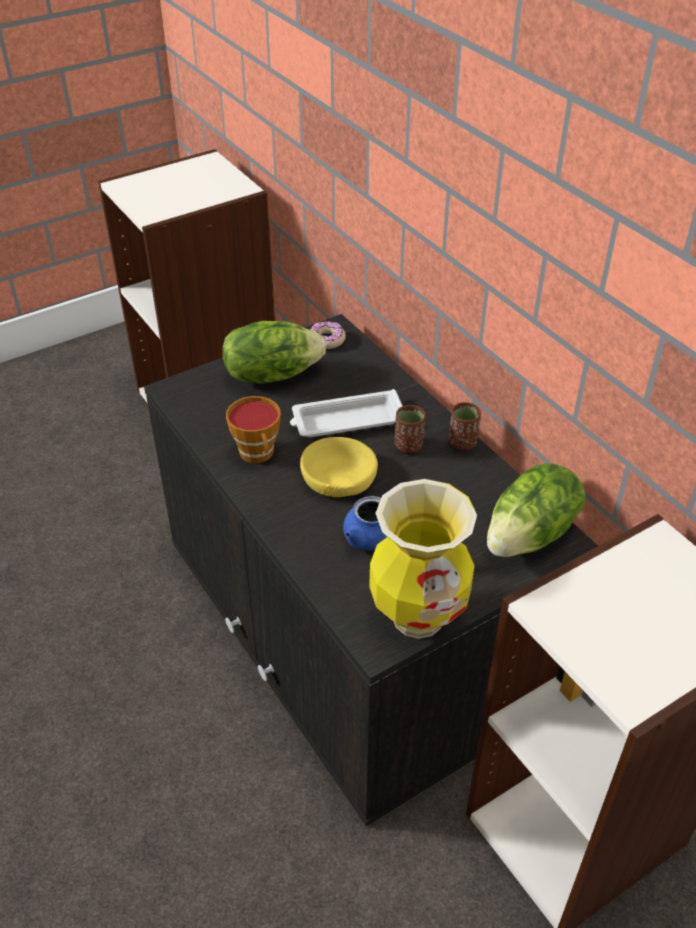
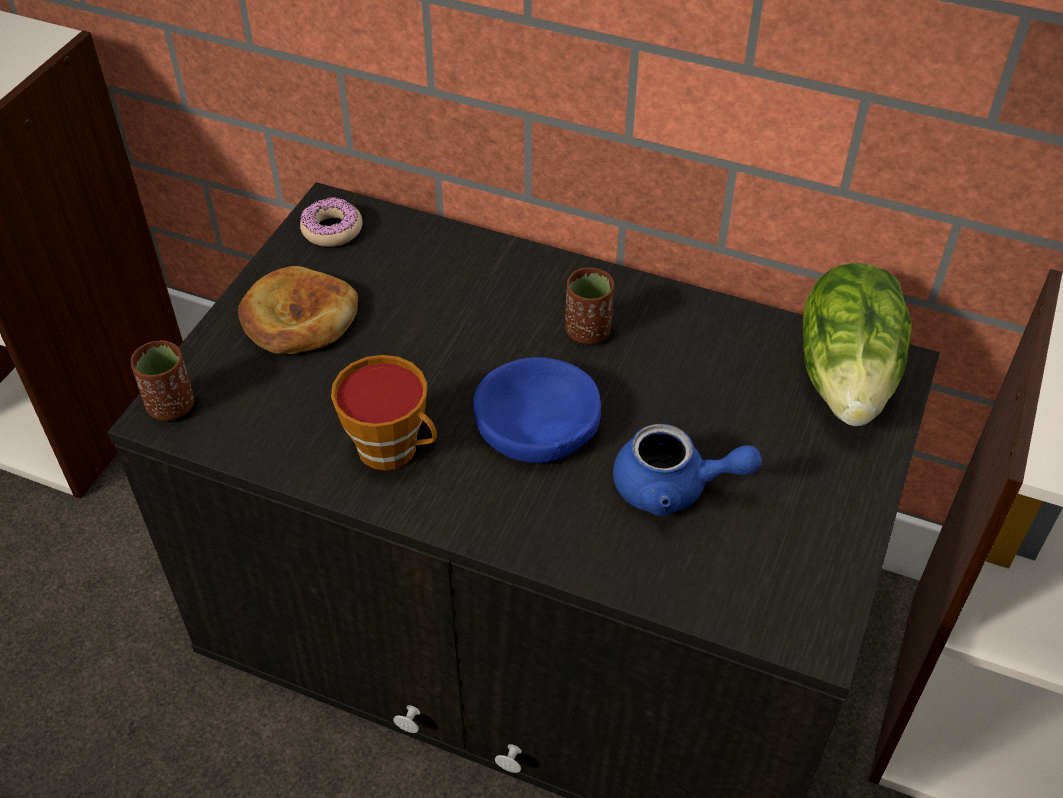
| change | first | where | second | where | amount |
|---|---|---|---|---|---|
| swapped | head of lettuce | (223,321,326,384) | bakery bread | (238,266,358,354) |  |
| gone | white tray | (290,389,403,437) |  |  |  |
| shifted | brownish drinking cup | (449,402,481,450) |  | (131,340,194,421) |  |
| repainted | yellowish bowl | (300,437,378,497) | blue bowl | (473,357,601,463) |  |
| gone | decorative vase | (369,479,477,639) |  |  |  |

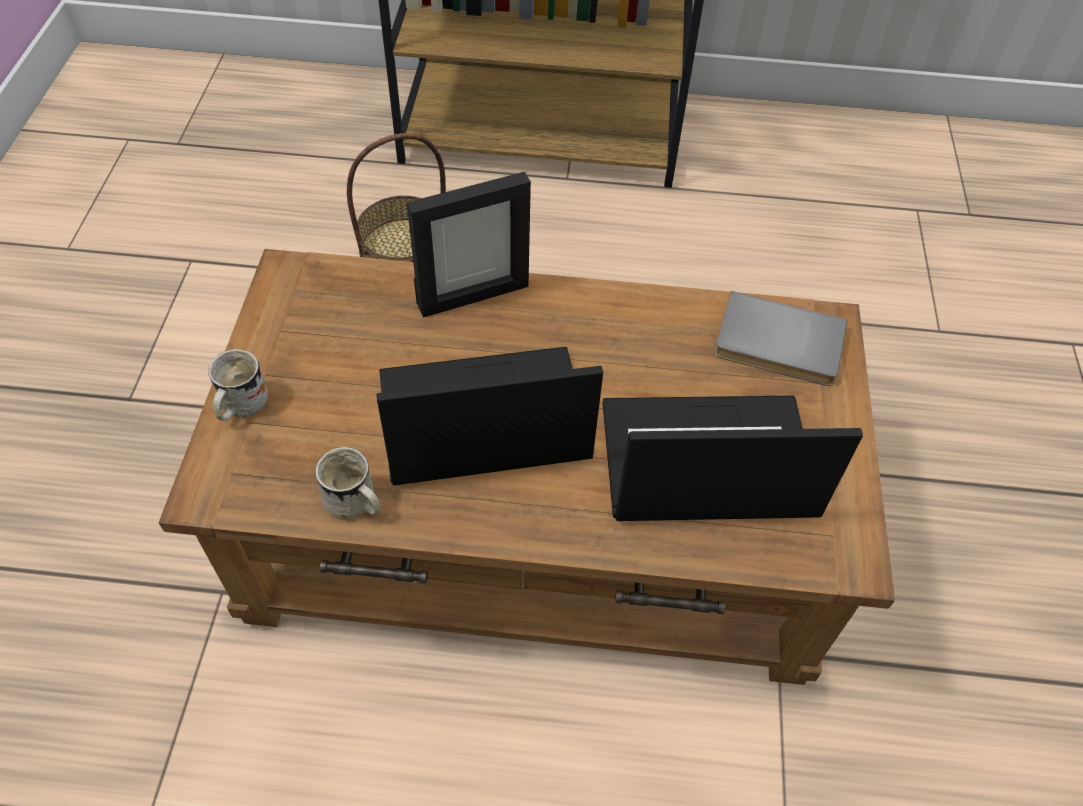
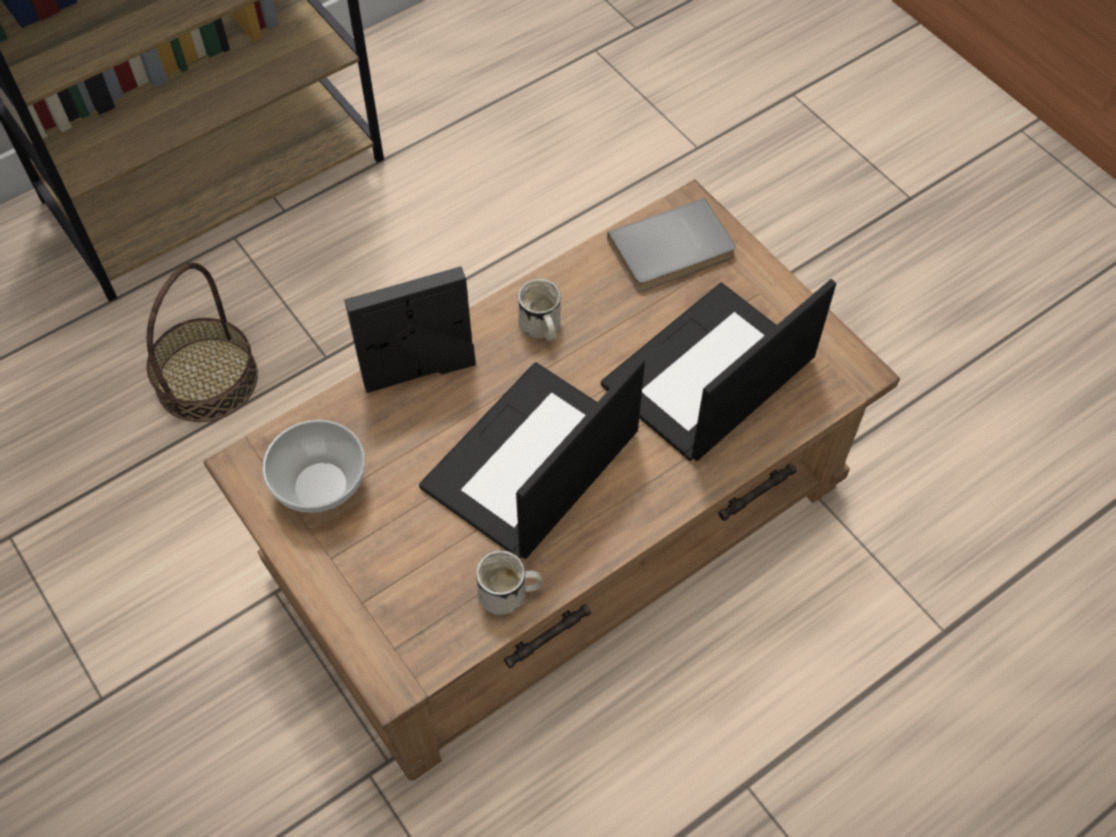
| change | first | where | second | where | amount |
|---|---|---|---|---|---|
| rotated | standing frame | (407,172,531,318) |  | (344,266,476,393) | 135 degrees counterclockwise |
| shifted | white coffee mug | (208,349,268,421) |  | (518,279,561,342) |  |
| new |  |  | bowl | (262,420,365,513) |  |

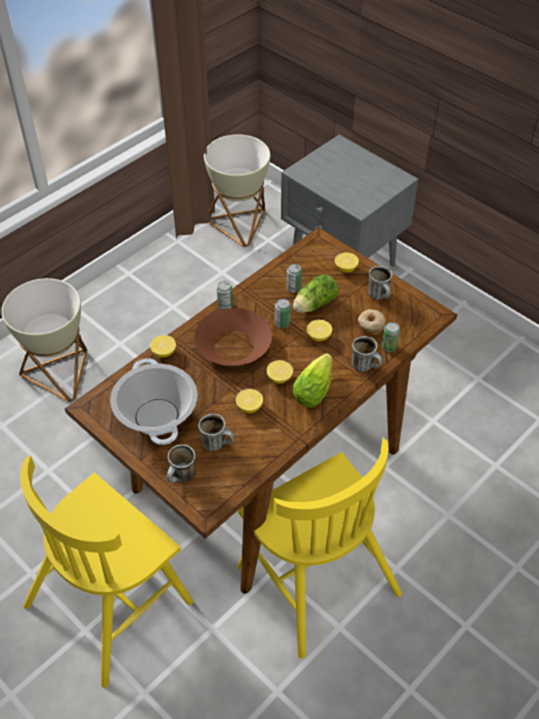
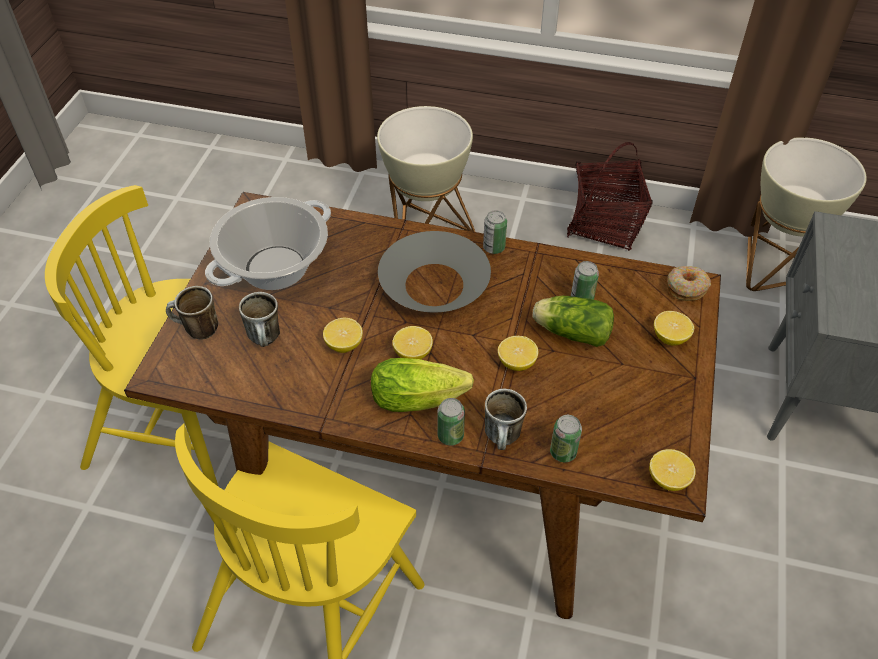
| change | first | where | second | where | amount |
|---|---|---|---|---|---|
| gone | coffee mug | (368,266,393,300) |  |  |  |
| shifted | can | (275,299,291,328) |  | (437,398,465,446) |  |
| repainted | brownish bowl | (194,308,272,366) | greyish bowl | (378,231,491,312) |  |
| shifted | ring doughnut | (358,309,386,335) |  | (667,266,711,301) |  |
| shifted | whole lemon | (150,335,176,358) |  | (649,449,696,491) |  |
| new |  |  | storage basket | (567,142,653,251) |  |

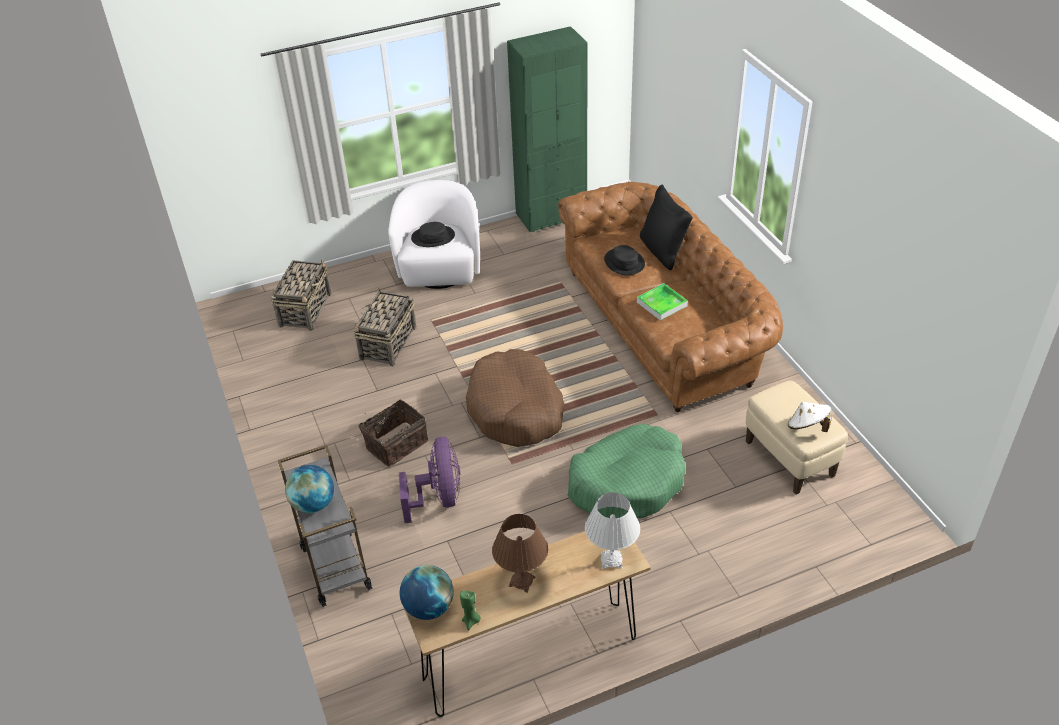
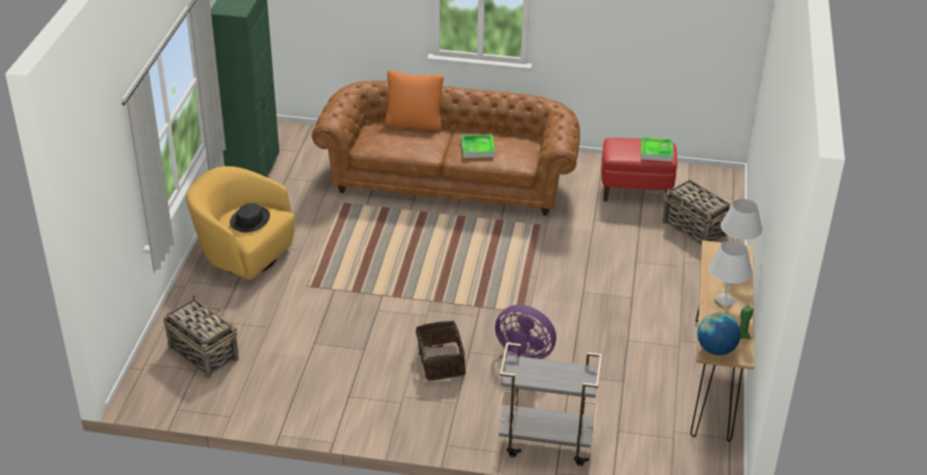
| change | first | where | second | where | amount |
|---|---|---|---|---|---|
| repainted | white lounge chair | (388,180,480,289) | yellowish lounge chair | (186,166,295,280) |  |
| repainted | blackish throw pillow | (640,185,693,270) | orange-coloured throw pillow | (384,70,444,131) |  |
| gone | blackish hat | (604,245,645,275) |  |  |  |
| shifted | storage basket | (353,288,416,366) |  | (662,179,731,245) |  |
| gone | brownish dog cushion | (466,349,565,447) |  |  |  |
| repainted | beige-coloured pouffe | (746,381,848,494) | red-coloured pouffe | (601,138,677,201) |  |
| swapped | white hat | (788,401,832,432) | tray | (641,137,673,162) |  |
| gone | green dog cushion | (568,424,685,518) |  |  |  |
| gone | world globe | (285,465,334,513) |  |  |  |
| repainted | brownish lamp for a table | (492,514,548,593) | white lamp for a table | (709,240,752,309) |  |

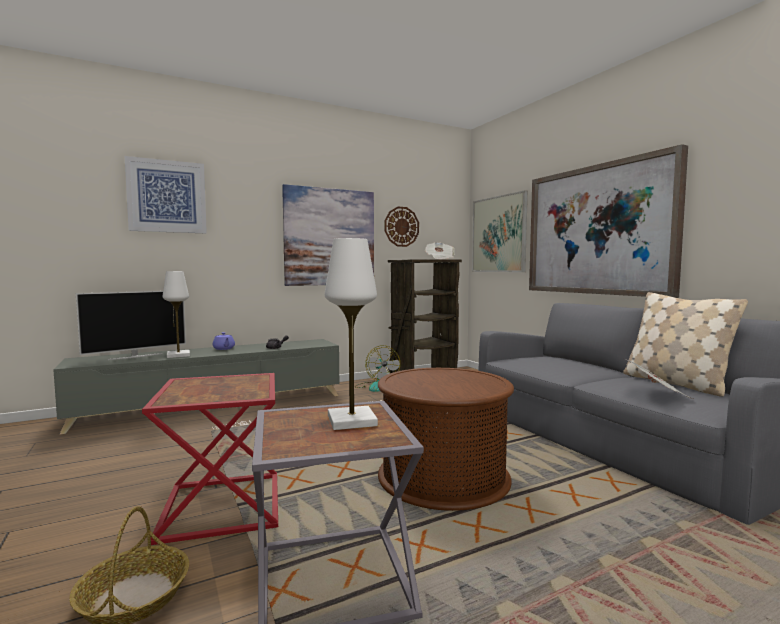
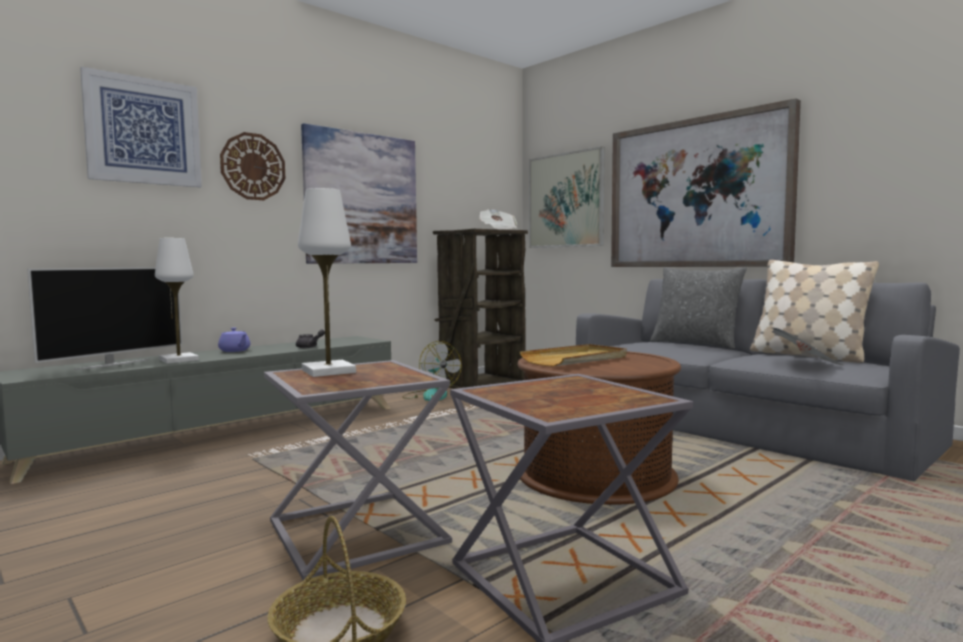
| change | first | where | second | where | amount |
|---|---|---|---|---|---|
| shifted | clock on the wall | (385,207,419,247) |  | (220,132,285,200) |  |
| shifted | white lamp for a table | (325,238,378,430) |  | (298,188,356,377) |  |
| repainted | red-coloured side table | (142,373,278,545) | greyish side table | (264,360,452,580) |  |
| new |  |  | greyish throw pillow | (650,267,747,349) |  |
| new |  |  | beige-coloured tray | (520,344,627,366) |  |

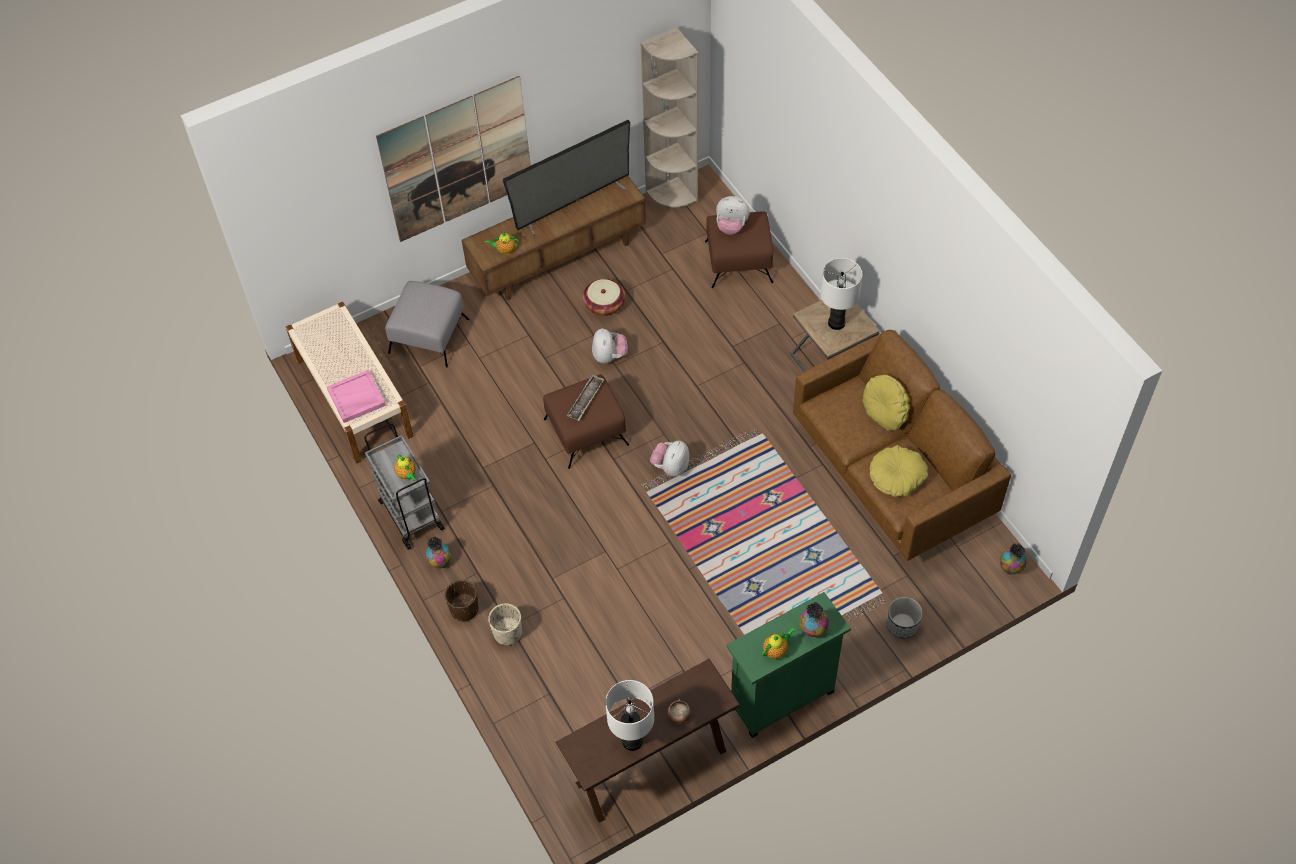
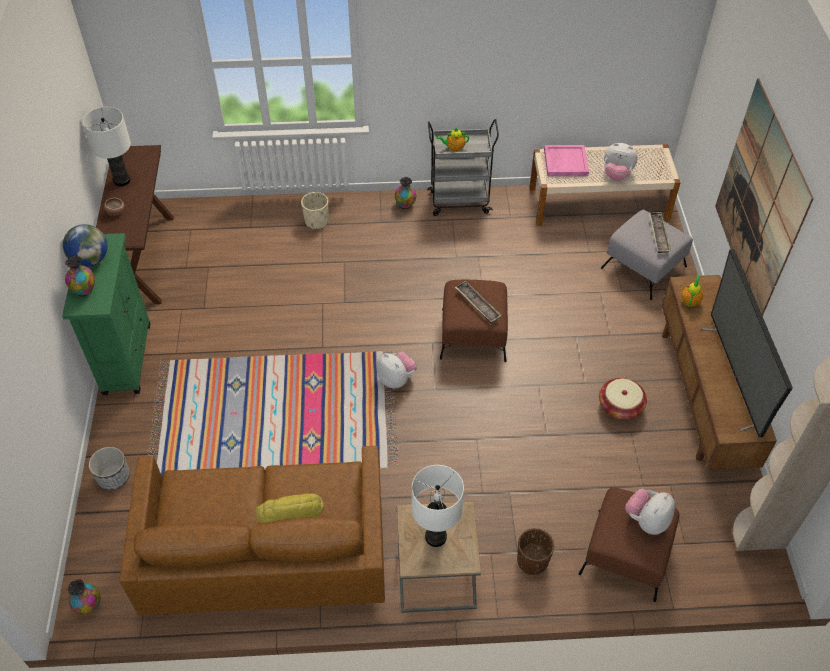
| change | first | where | second | where | amount |
|---|---|---|---|---|---|
| shifted | cuddly toy | (592,328,628,363) |  | (604,143,638,181) |  |
| gone | yellowish throw pillow | (870,445,928,497) |  |  |  |
| shifted | brownish planter | (445,580,478,622) |  | (517,528,554,575) |  |
| swapped | pot for tea | (762,628,795,659) | world globe | (63,224,107,267) |  |
| new |  |  | tray | (649,212,671,253) |  |

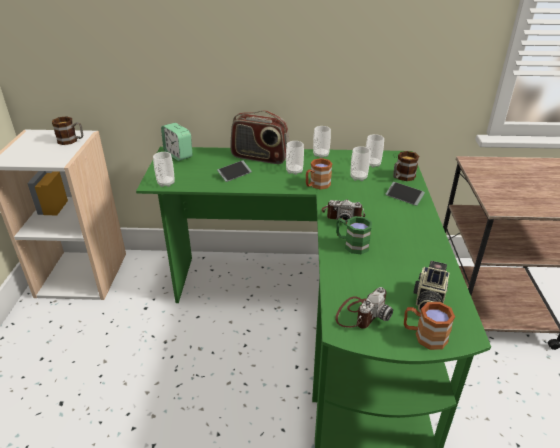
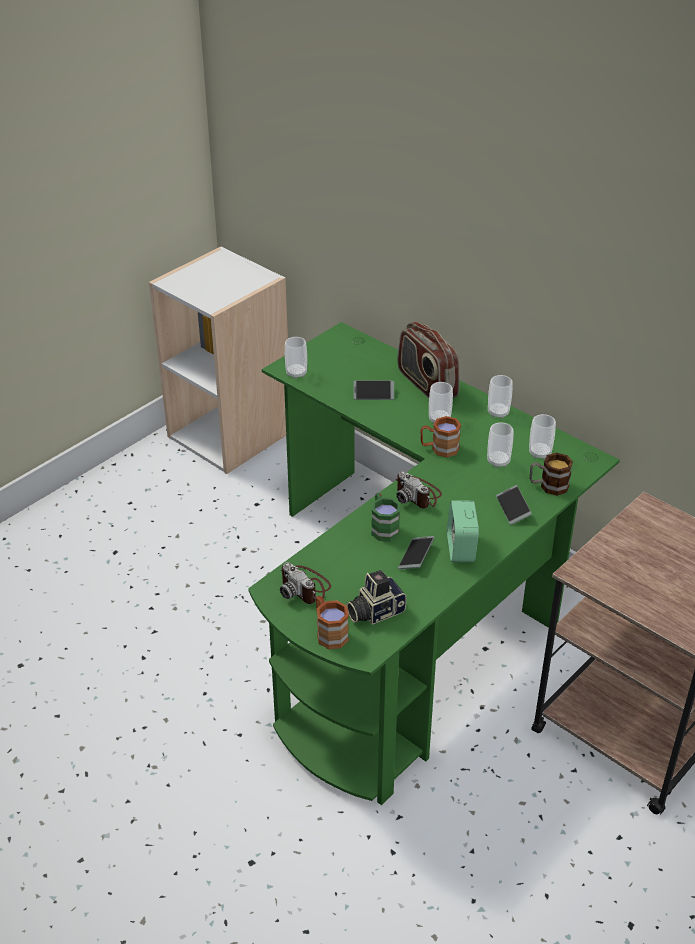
| change | first | where | second | where | amount |
|---|---|---|---|---|---|
| gone | coffee mug | (52,116,83,145) |  |  |  |
| shifted | alarm clock | (161,123,192,161) |  | (447,500,479,562) |  |
| rotated | still camera | (335,287,393,329) |  | (280,562,331,604) | 60 degrees clockwise |
| new |  |  | telephone | (398,536,435,569) |  |

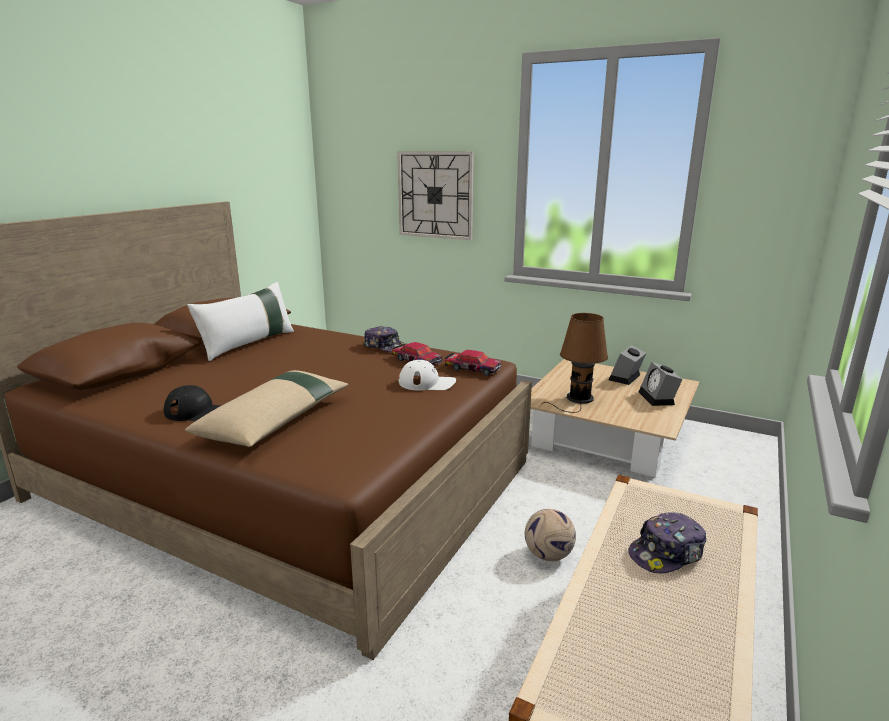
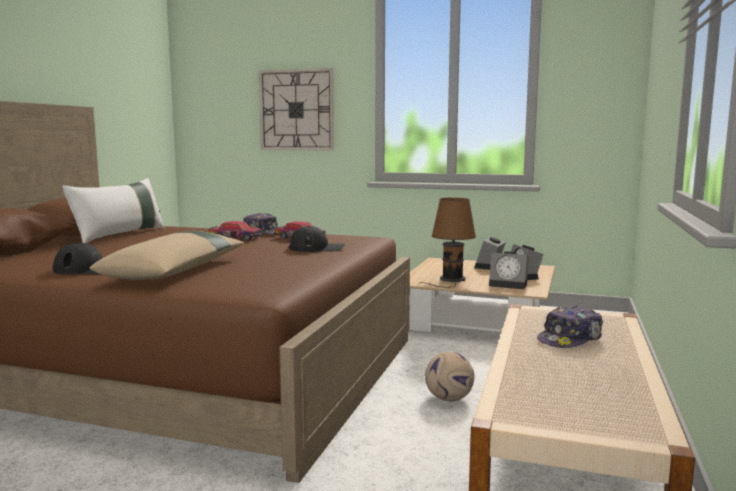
| change | first | where | second | where | amount |
|---|---|---|---|---|---|
| shifted | toy car | (445,350,501,376) |  | (209,221,262,241) |  |
| repainted | white baseball cap | (399,360,456,391) | blackish baseball cap | (289,226,345,252) |  |
| new |  |  | alarm clock | (489,251,529,289) |  |

